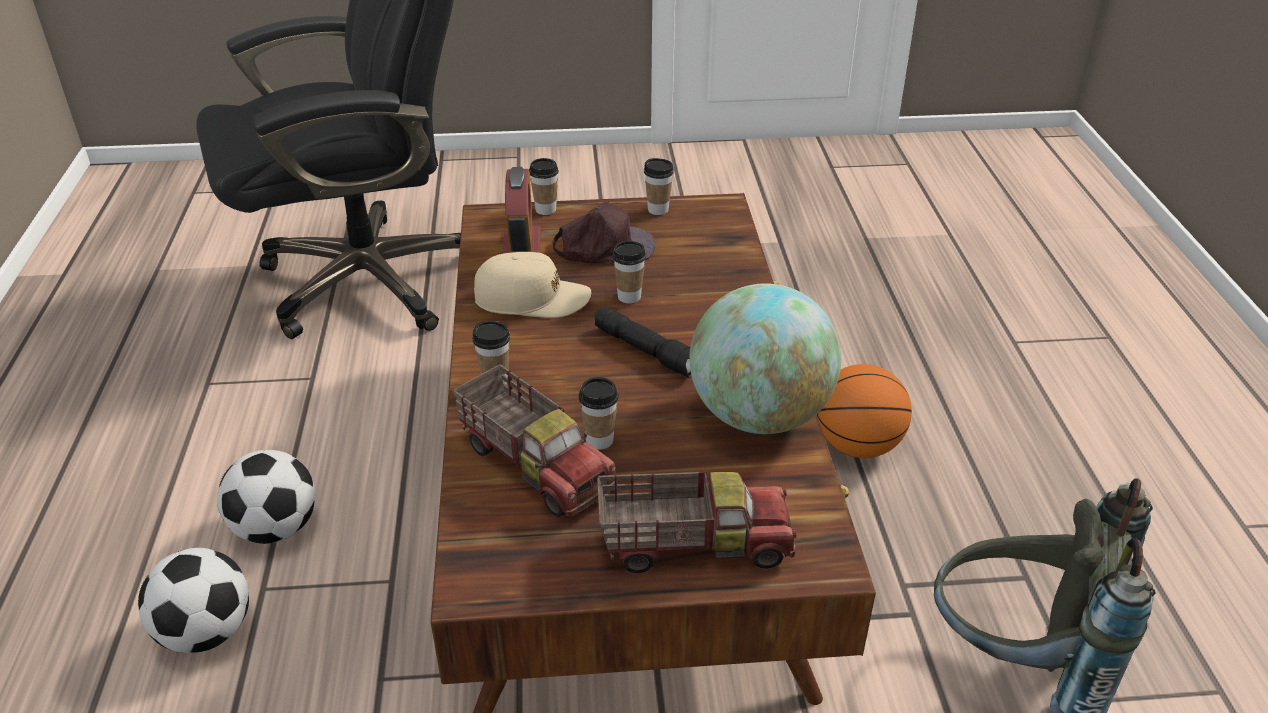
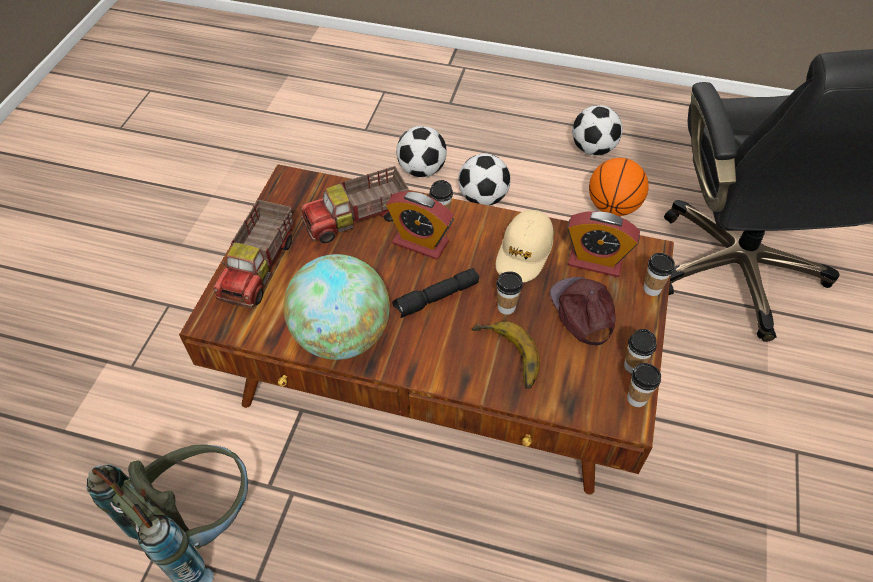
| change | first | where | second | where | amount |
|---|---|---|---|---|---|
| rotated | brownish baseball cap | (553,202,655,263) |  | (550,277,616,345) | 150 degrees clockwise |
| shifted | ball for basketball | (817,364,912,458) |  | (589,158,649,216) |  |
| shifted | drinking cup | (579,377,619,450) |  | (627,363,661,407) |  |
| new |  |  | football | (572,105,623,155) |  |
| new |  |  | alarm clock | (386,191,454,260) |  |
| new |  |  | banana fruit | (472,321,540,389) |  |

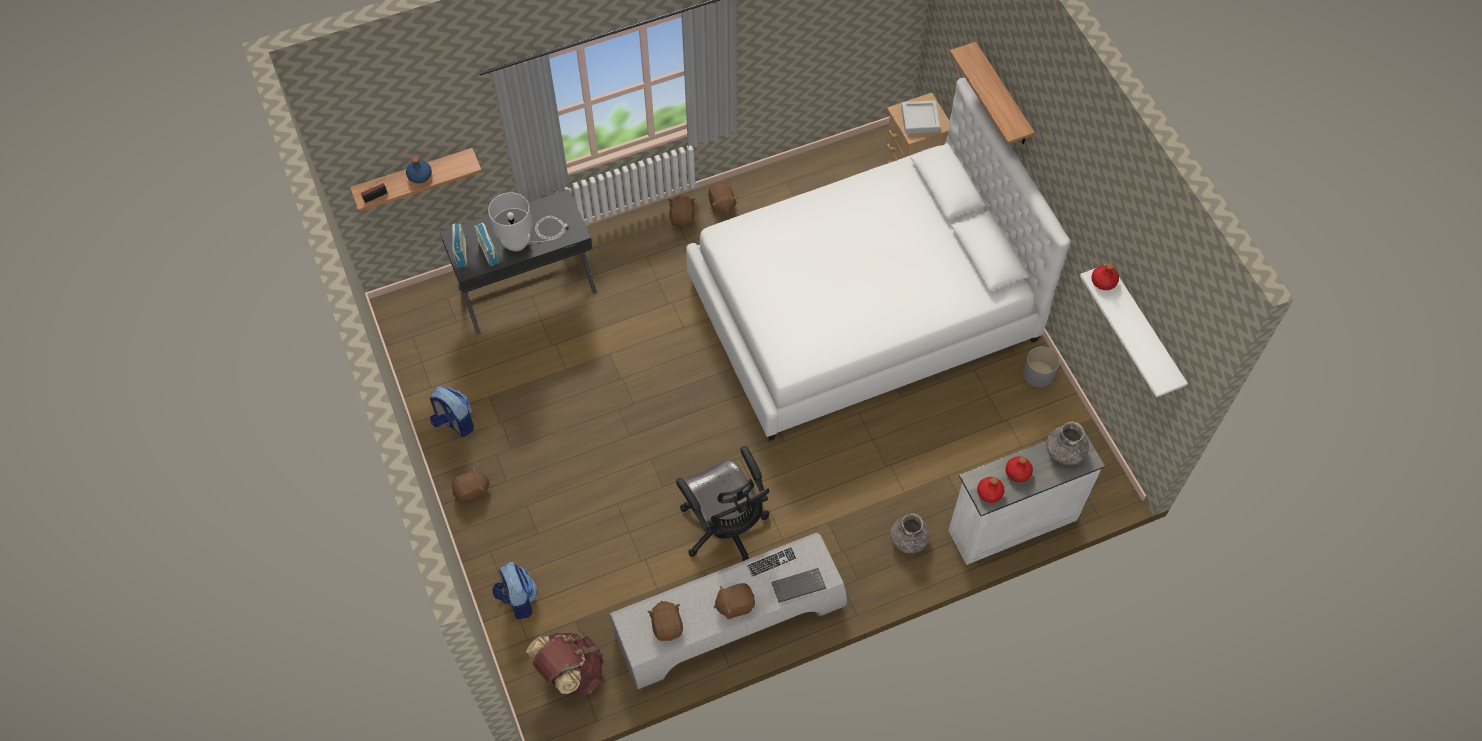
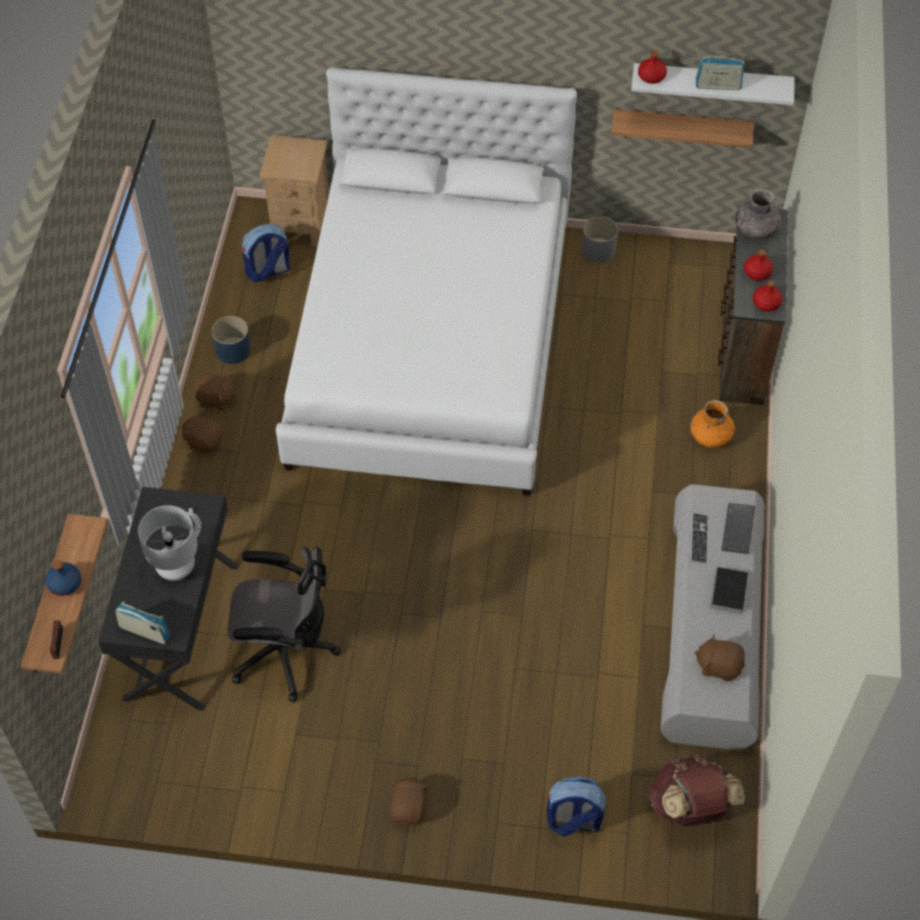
| change | first | where | second | where | amount |
|---|---|---|---|---|---|
| shifted | shelf | (949,42,1035,144) |  | (611,109,754,148) |  |
| gone | greyish tray | (901,100,940,134) |  |  |  |
| shifted | radio receiver | (474,223,499,266) |  | (696,55,745,90) |  |
| shifted | rucksack | (430,386,474,437) |  | (242,224,290,282) |  |
| repainted | white drawer chest | (948,431,1105,565) | brownish drawer chest | (718,205,788,405) |  |
| shifted | computer chair | (676,446,769,561) |  | (227,547,341,702) |  |
| repainted | greyish decorative vase | (890,514,930,554) | orange-coloured decorative vase | (690,400,735,448) |  |
| swapped | brownish cuddly toy | (714,583,755,619) | book | (710,567,748,616) |  |
| new |  |  | blue planter | (211,316,251,364) |  |

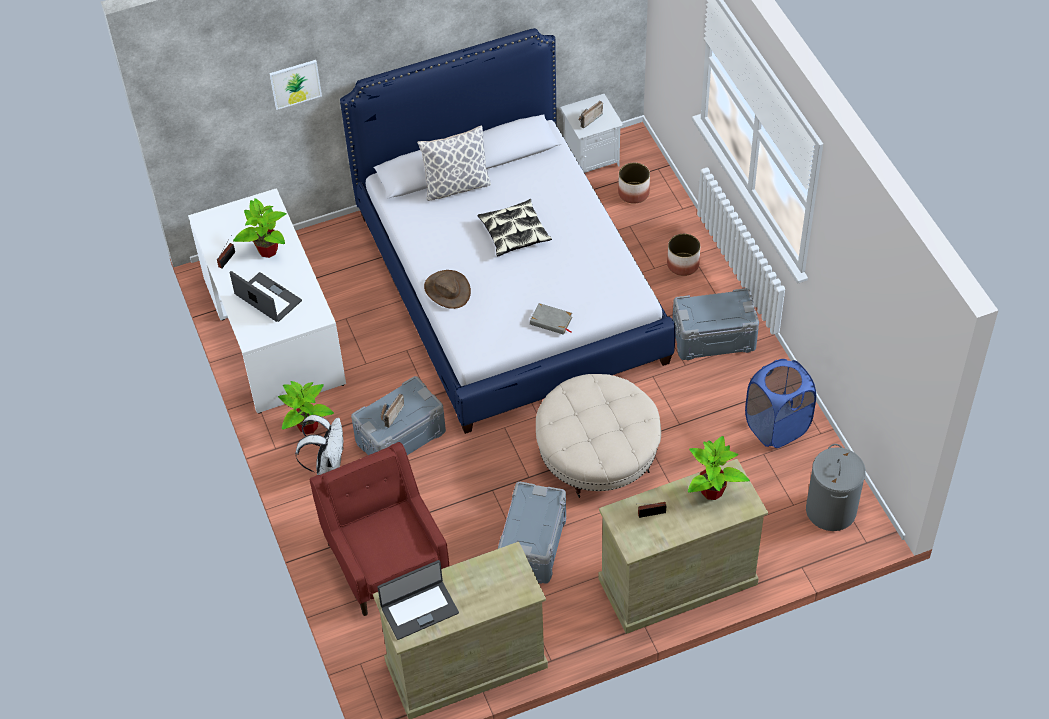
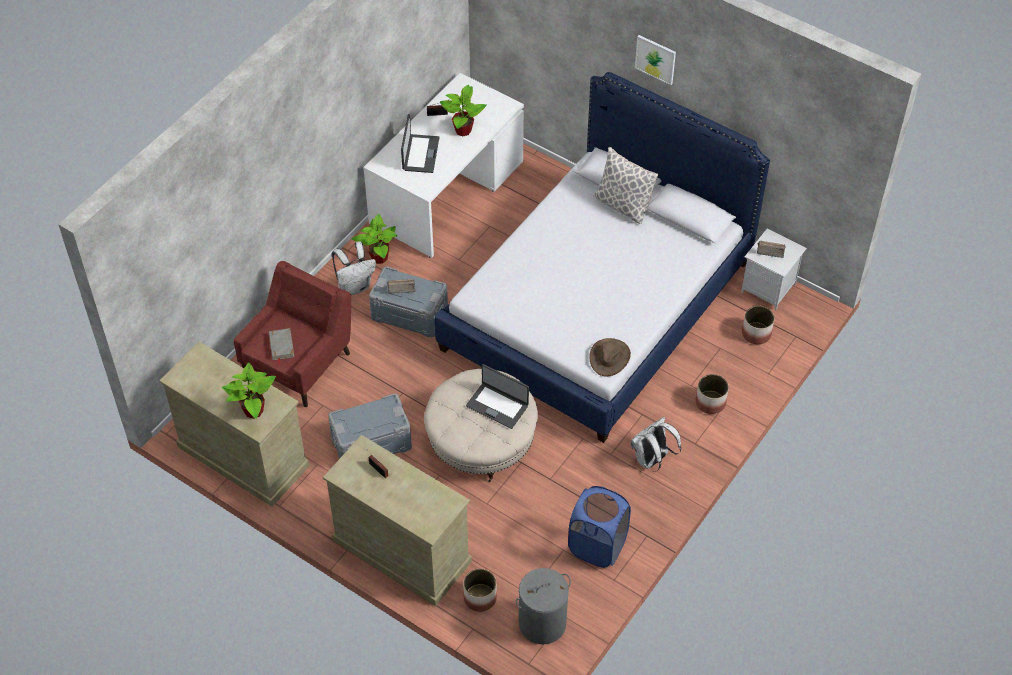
| change | first | where | second | where | amount |
|---|---|---|---|---|---|
| shifted | picture | (269,60,322,110) |  | (635,35,676,85) |  |
| gone | throw pillow | (478,199,552,256) |  |  |  |
| shifted | brownish hat | (424,270,471,309) |  | (589,338,631,376) |  |
| swapped | greyish storage container | (672,288,759,360) | white rucksack | (631,417,681,472) |  |
| shifted | greyish book | (530,303,572,335) |  | (269,328,294,364) |  |
| shifted | plant in a pot | (688,436,750,500) |  | (222,363,276,419) |  |
| shifted | portable computer | (377,560,459,640) |  | (466,364,529,429) |  |
| new |  |  | planter | (463,569,497,612) |  |

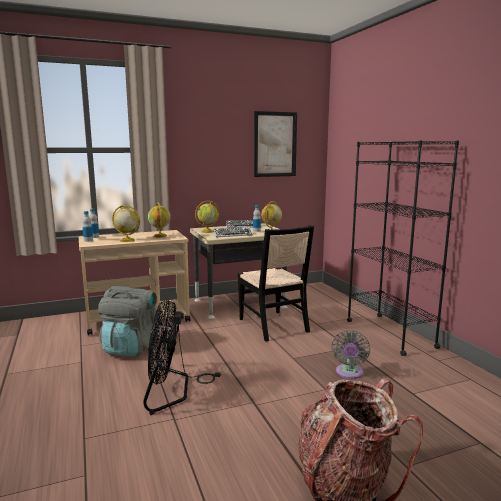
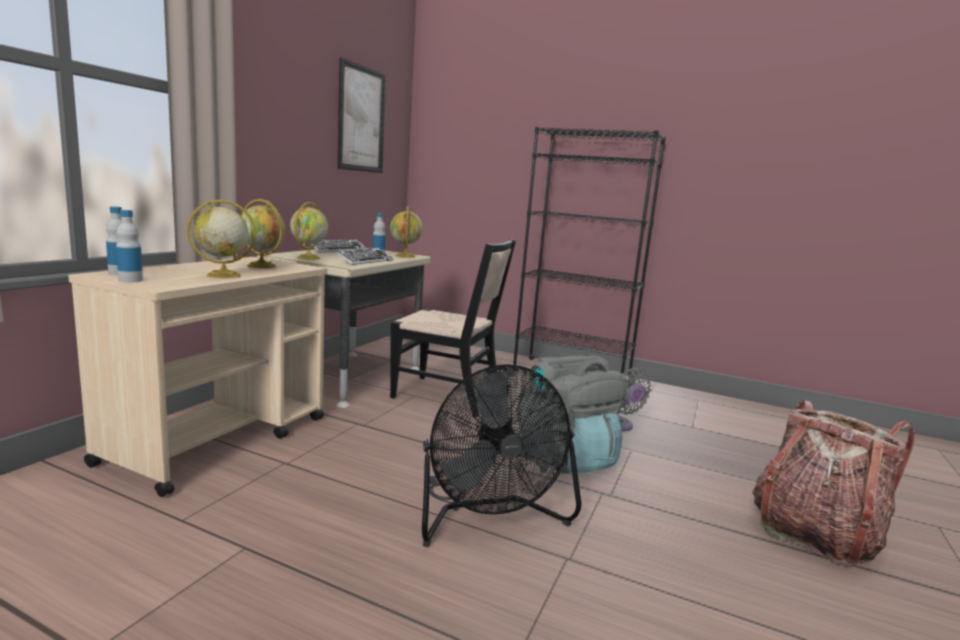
| change | first | where | second | where | amount |
|---|---|---|---|---|---|
| shifted | greyish rucksack | (98,286,158,357) |  | (517,356,627,473) |  |
| rotated | blackish fan | (144,299,222,415) |  | (422,365,582,547) | 60 degrees counterclockwise |

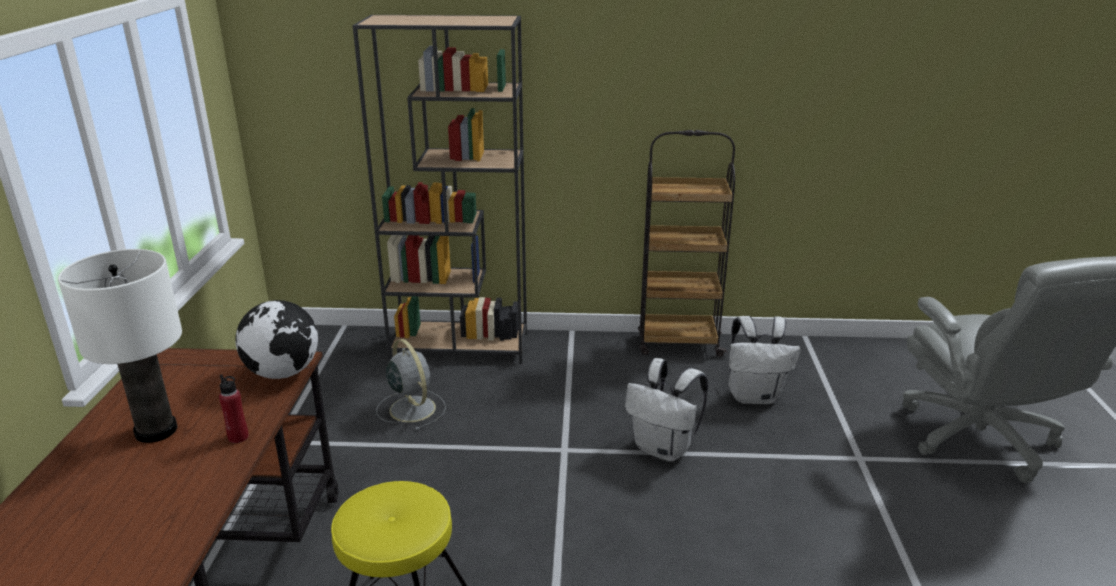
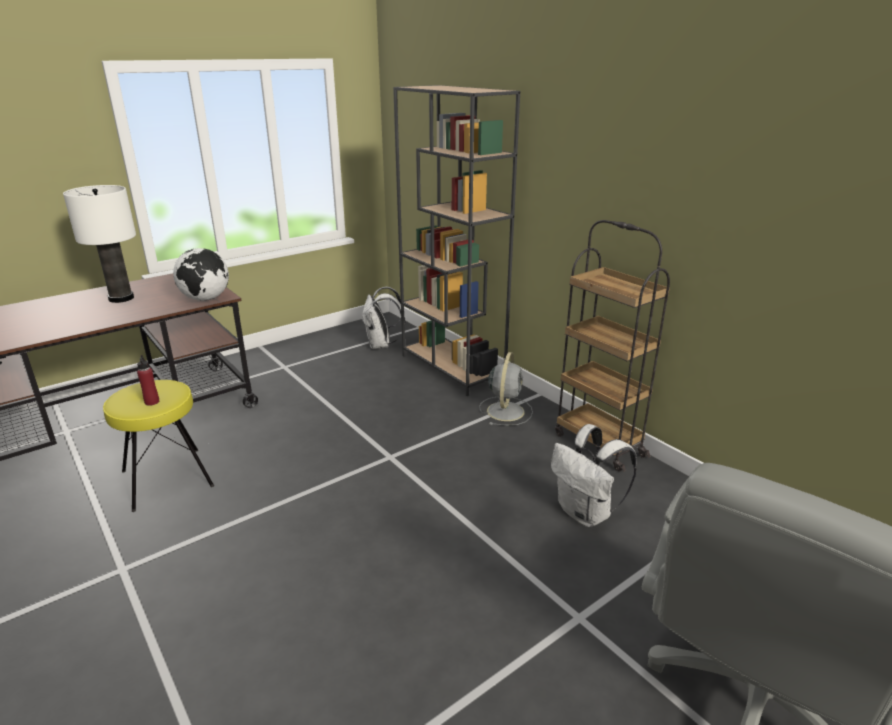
| change | first | where | second | where | amount |
|---|---|---|---|---|---|
| shifted | greyish fan | (376,339,446,430) |  | (479,352,533,425) |  |
| shifted | white rucksack | (625,358,708,462) |  | (362,287,405,349) |  |
| shifted | red-coloured beverage bottle | (219,374,249,443) |  | (137,355,159,406) |  |

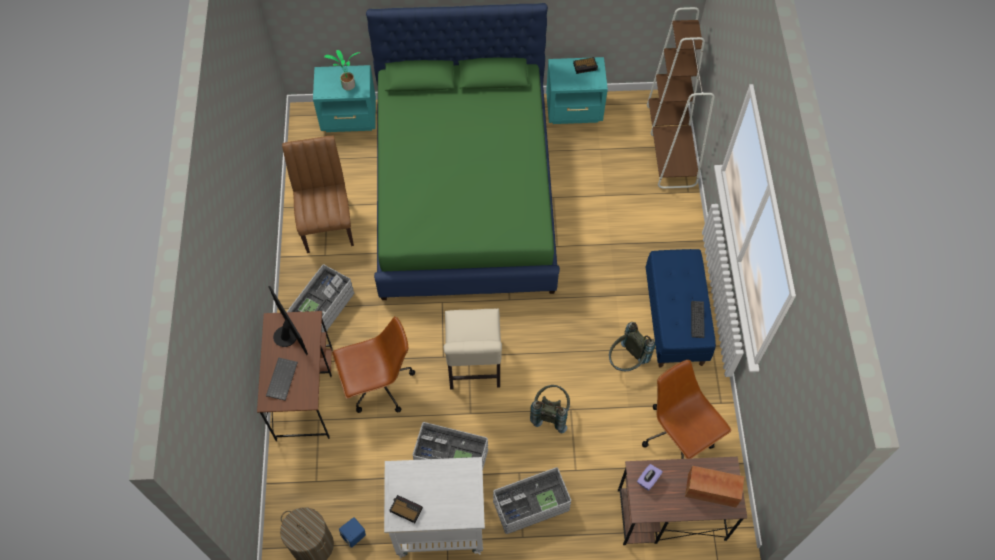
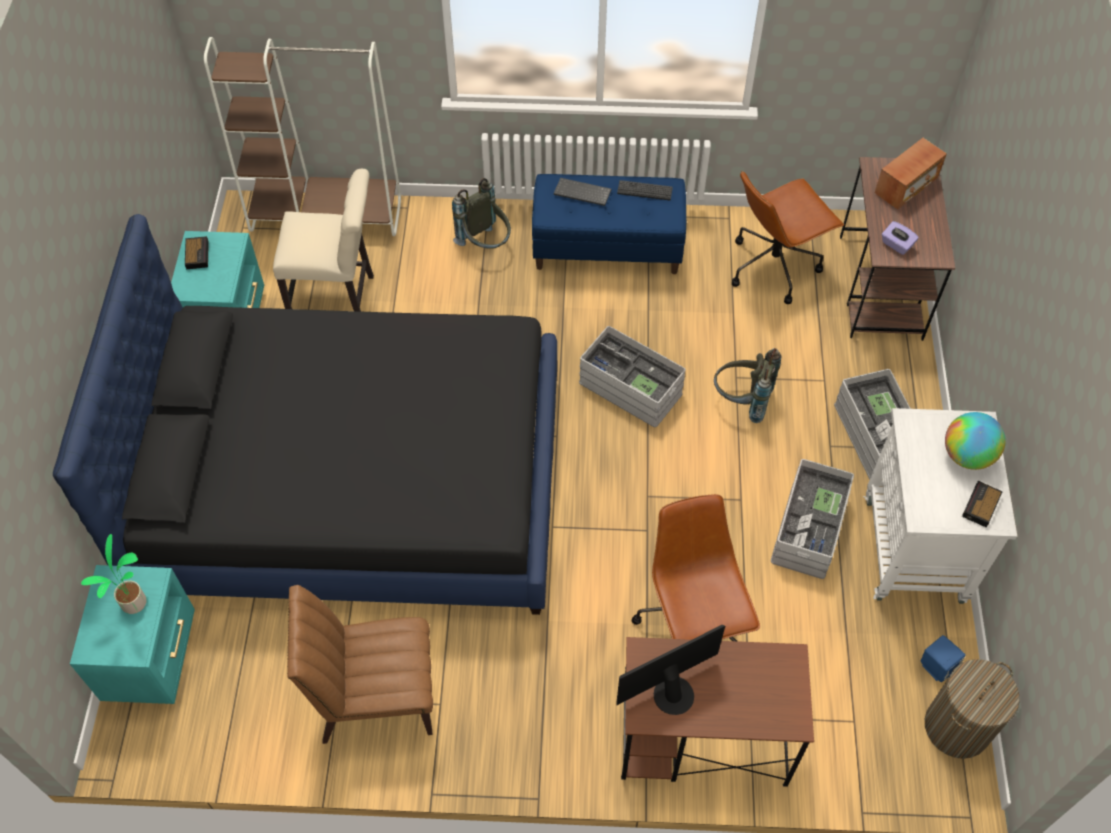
| change | first | where | second | where | amount |
|---|---|---|---|---|---|
| repainted | green bed | (366,3,560,300) | blackish bed | (53,214,557,615) |  |
| shifted | greyish storage container | (287,264,354,332) |  | (579,326,685,427) |  |
| shifted | beige-coloured upright chair | (444,309,502,389) |  | (273,169,374,312) |  |
| shifted | greyish rucksack | (609,322,655,371) |  | (452,178,511,249) |  |
| shifted | computer keyboard | (266,357,298,401) |  | (553,178,611,206) |  |
| rotated | radio receiver | (685,466,744,508) |  | (875,138,947,209) | 150 degrees counterclockwise |
| new |  |  | world globe | (945,412,1006,470) |  |

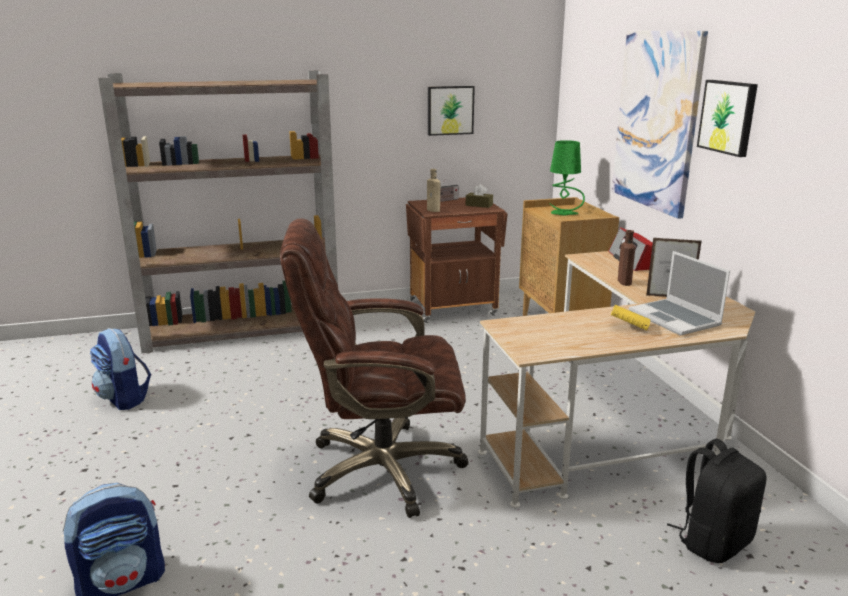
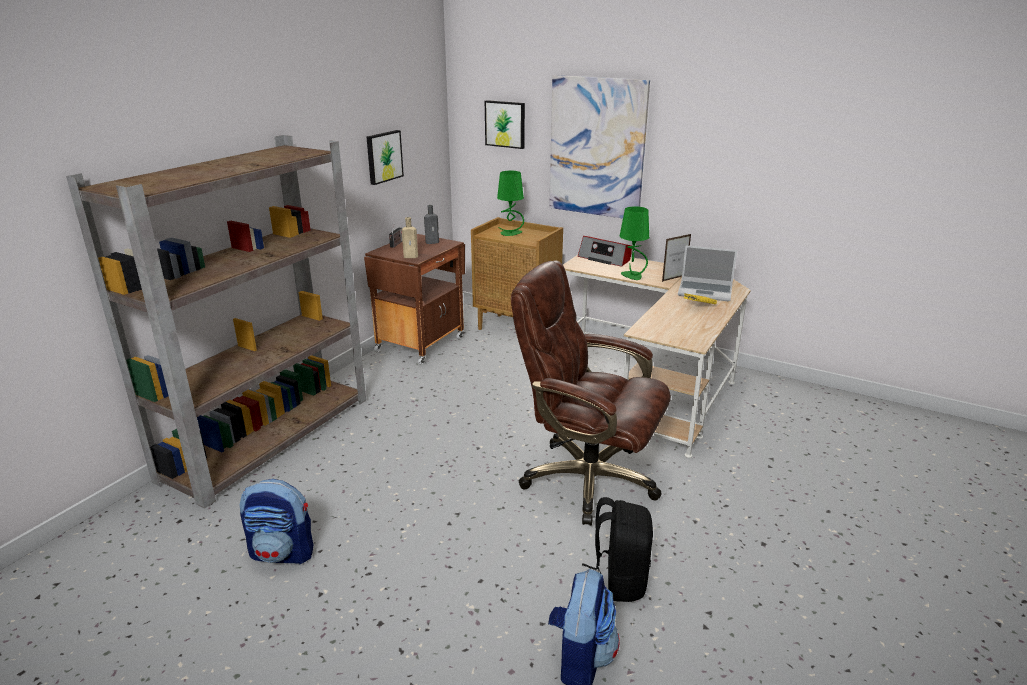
| change | first | where | second | where | amount |
|---|---|---|---|---|---|
| shifted | picture | (697,80,758,157) |  | (485,100,525,149) |  |
| swapped | brownish tissue box | (466,184,493,208) | greyish beverage bottle | (424,205,439,244) |  |
| rotated | brownish computer chair | (280,219,469,518) |  | (511,261,671,526) | 75 degrees clockwise |
| swapped | brownish beverage bottle | (618,230,635,286) | green lamp for a table | (620,206,649,280) |  |
| shifted | blackish rucksack | (667,439,767,563) |  | (582,497,653,602) |  |

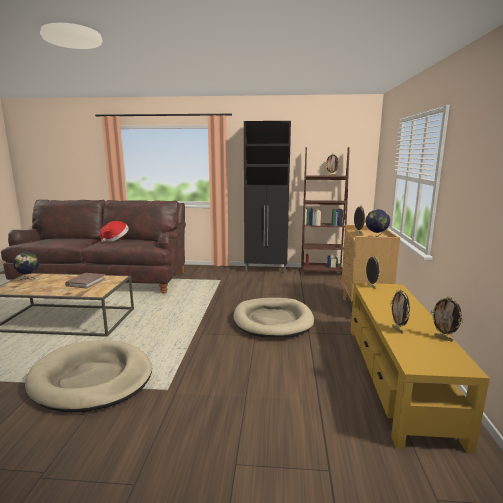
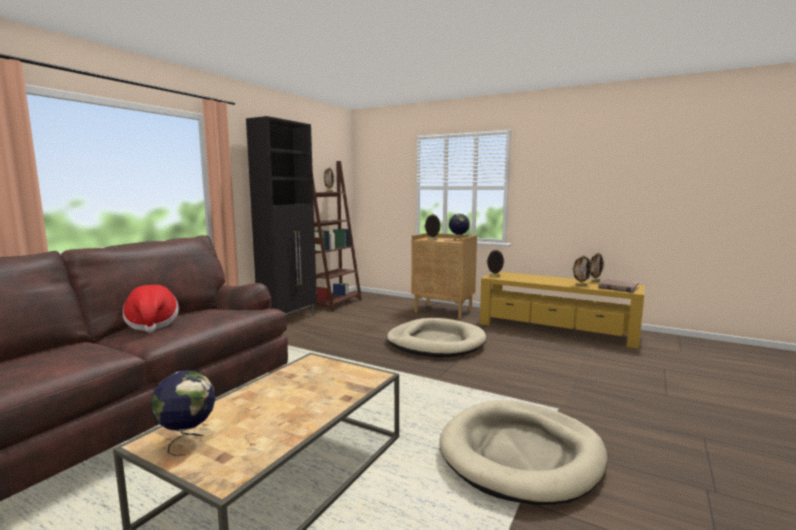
| change | first | where | second | where | amount |
|---|---|---|---|---|---|
| shifted | brownish book | (65,273,106,288) |  | (598,279,639,293) |  |

